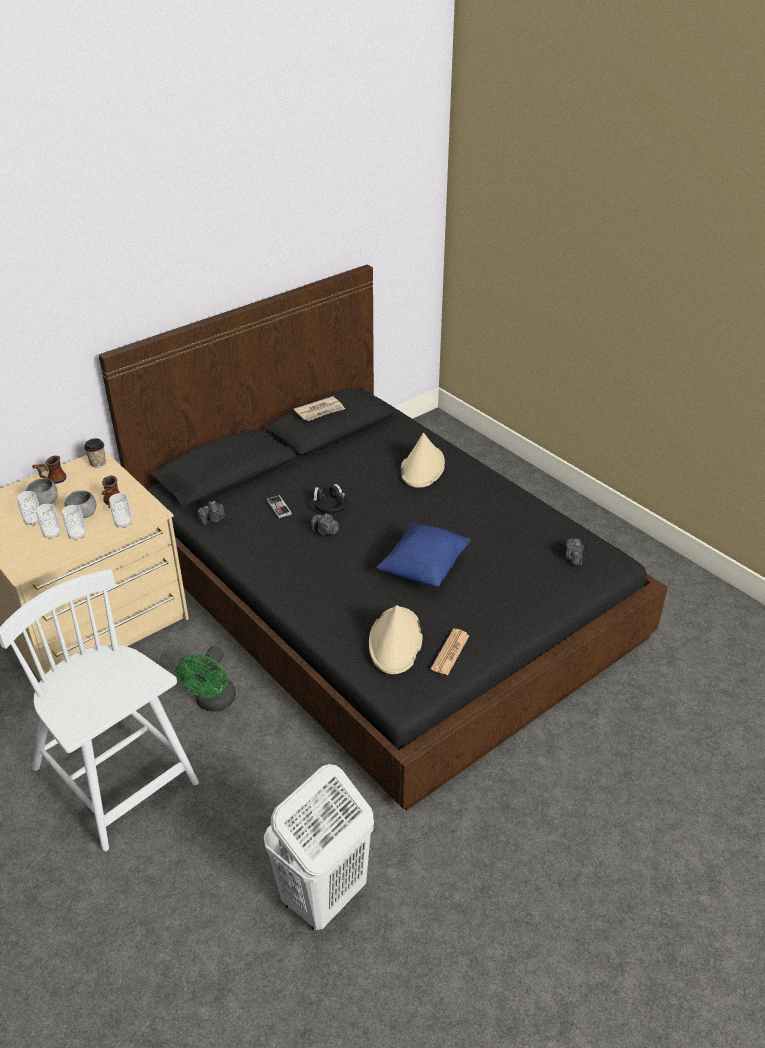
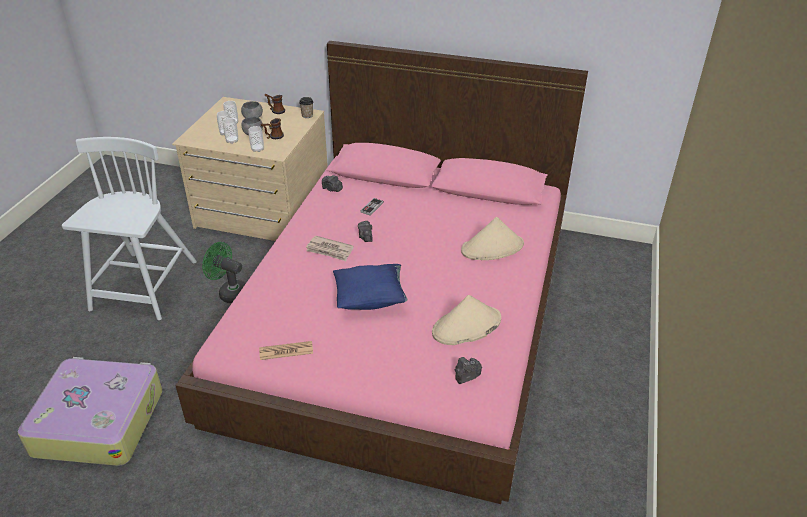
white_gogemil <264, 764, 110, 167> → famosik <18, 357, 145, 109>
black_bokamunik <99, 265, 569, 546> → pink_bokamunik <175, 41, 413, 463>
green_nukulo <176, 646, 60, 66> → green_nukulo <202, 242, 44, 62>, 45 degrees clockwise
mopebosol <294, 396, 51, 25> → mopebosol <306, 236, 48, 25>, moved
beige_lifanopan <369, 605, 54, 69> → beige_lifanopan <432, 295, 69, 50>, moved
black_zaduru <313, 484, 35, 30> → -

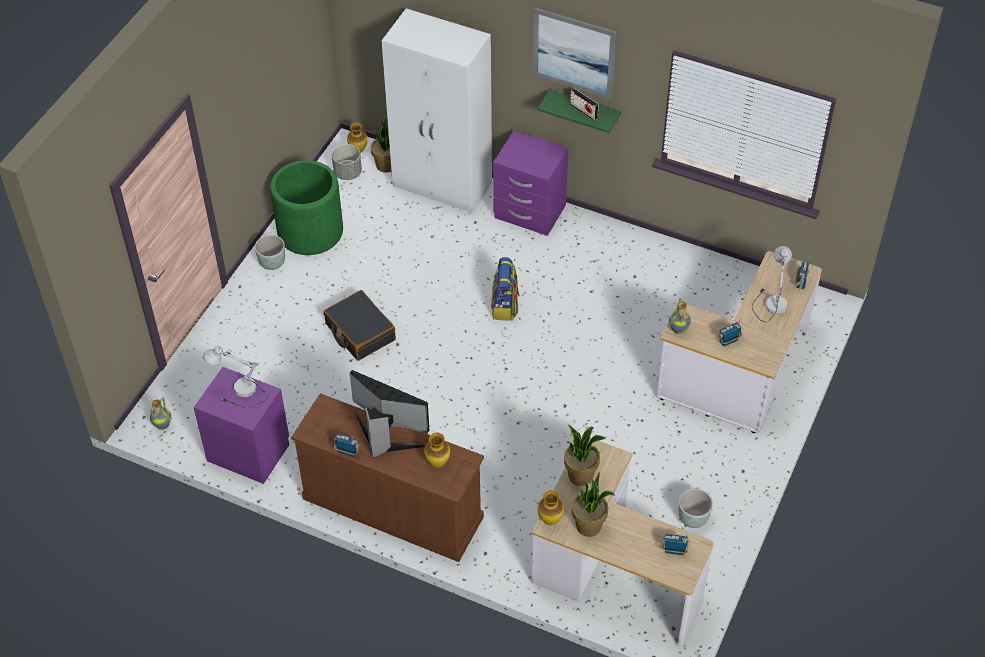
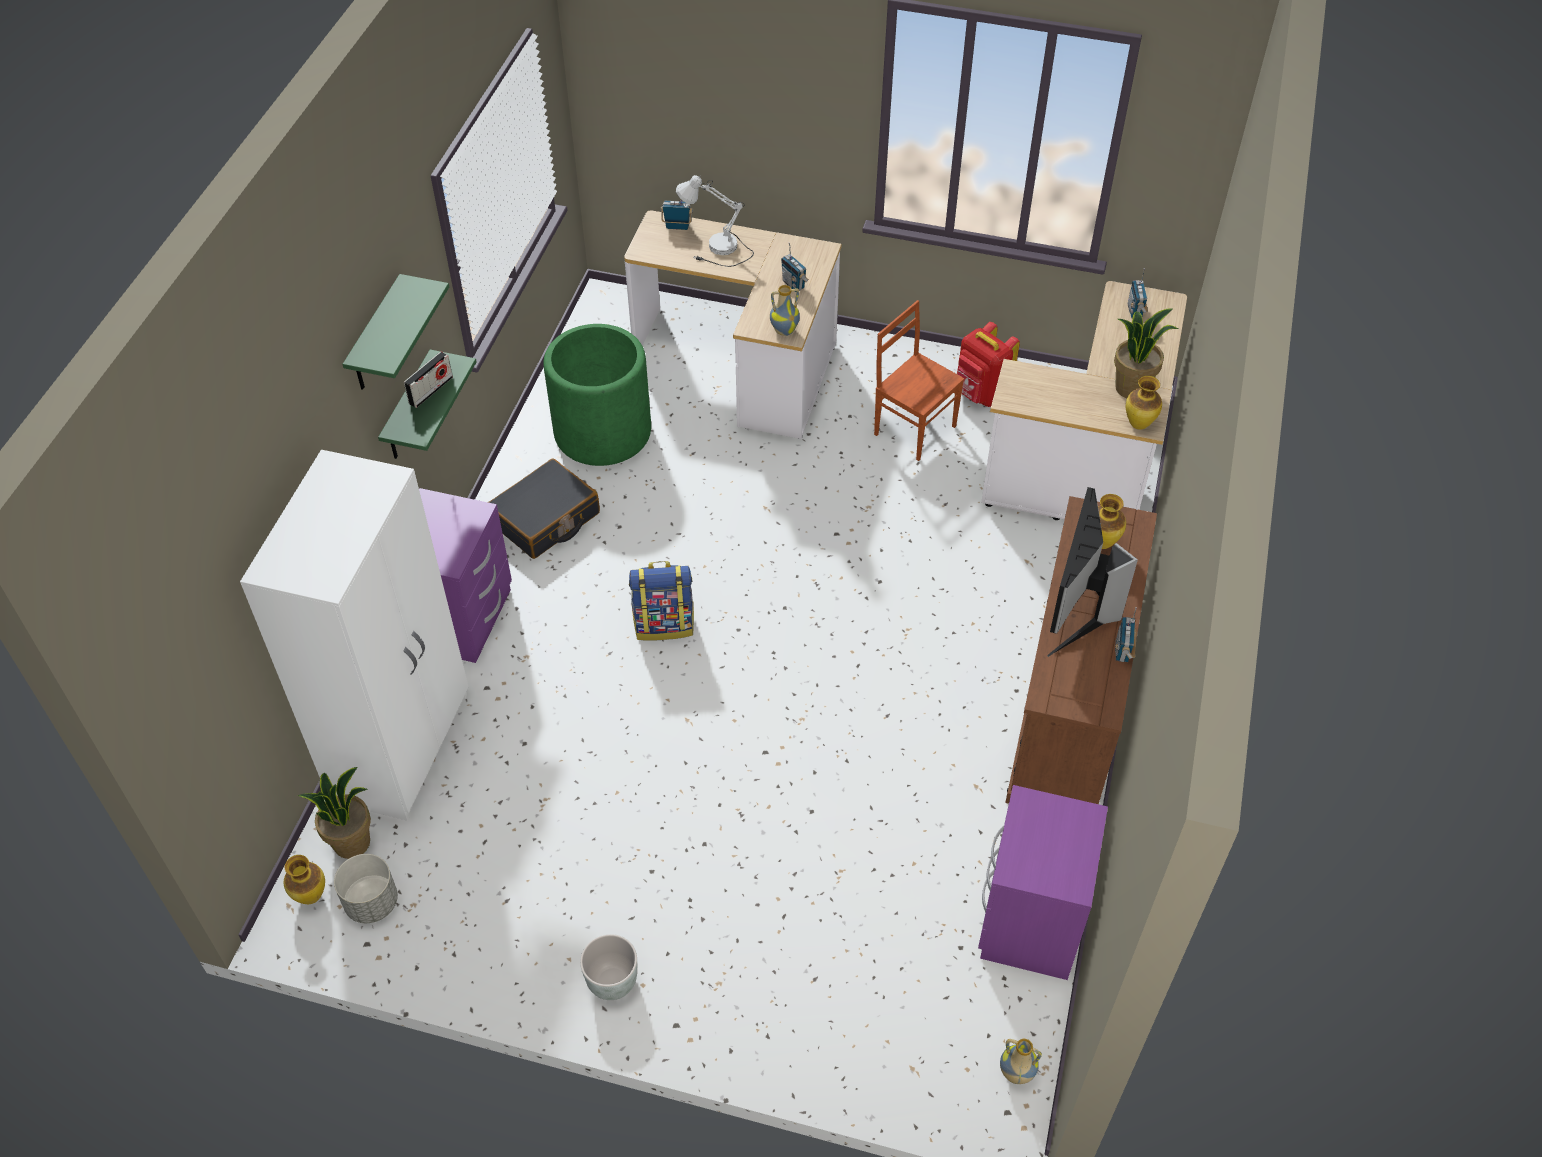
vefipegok <533, 8, 83, 91> → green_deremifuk <342, 274, 107, 116>
black_famosik <324, 290, 72, 71> → black_famosik <488, 458, 112, 101>, moved
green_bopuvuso <270, 160, 73, 95> → green_bopuvuso <543, 324, 108, 142>, moved
- → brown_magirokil <874, 300, 91, 161>
grey_bopuvuso <679, 488, 34, 40> → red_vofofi <957, 322, 63, 85>
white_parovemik <203, 346, 65, 62> → -
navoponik <564, 425, 42, 61> → -

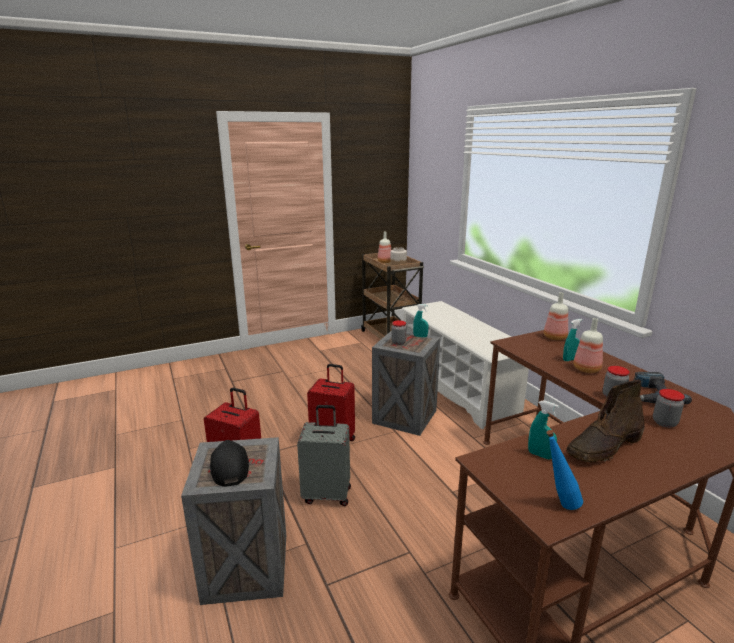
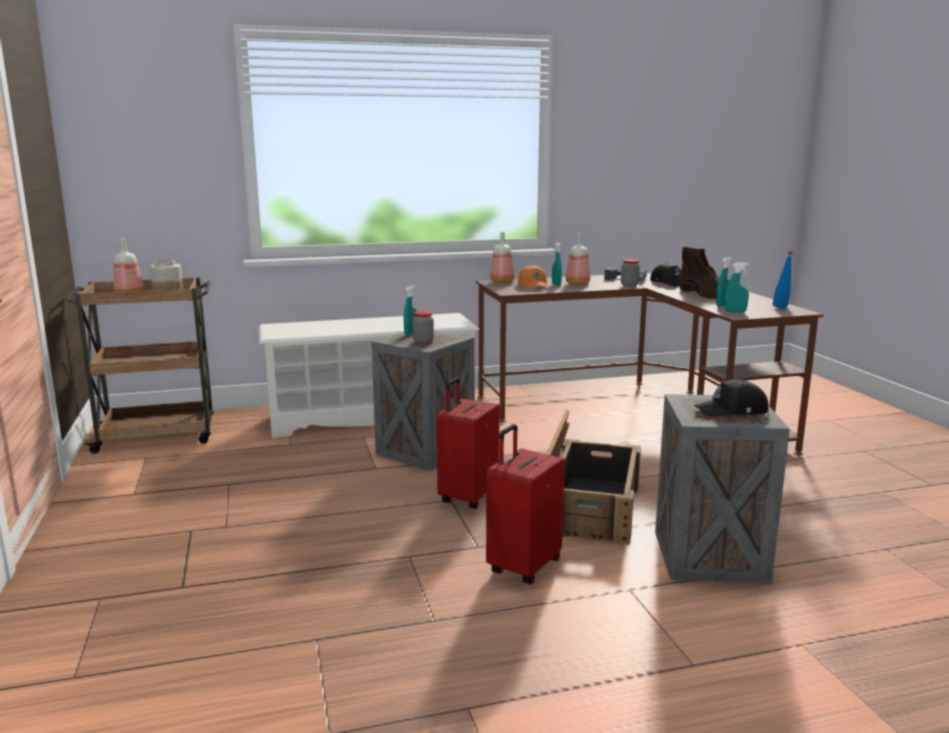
- → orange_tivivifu <518, 265, 29, 24>
grey_famosik <297, 405, 54, 101> → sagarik <546, 410, 95, 135>
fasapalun <653, 389, 32, 39> → black_tivivifu <650, 262, 31, 25>
- → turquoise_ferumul <725, 263, 24, 50>

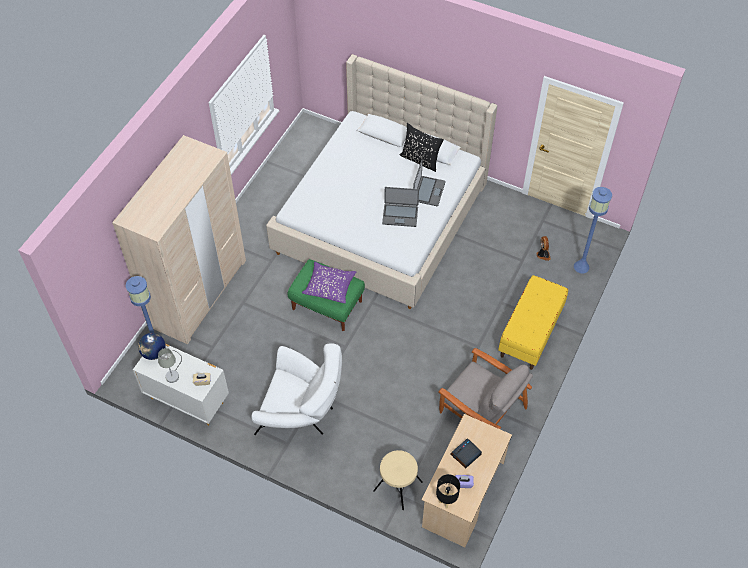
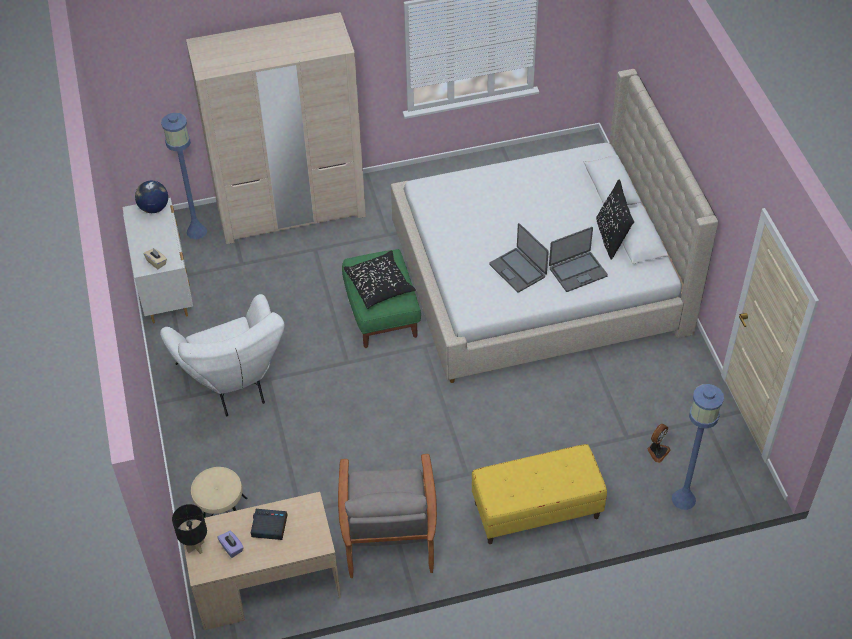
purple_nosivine <302, 262, 54, 41> → black_nosivine <344, 250, 72, 59>
grey_parovemik <158, 348, 24, 35> → -

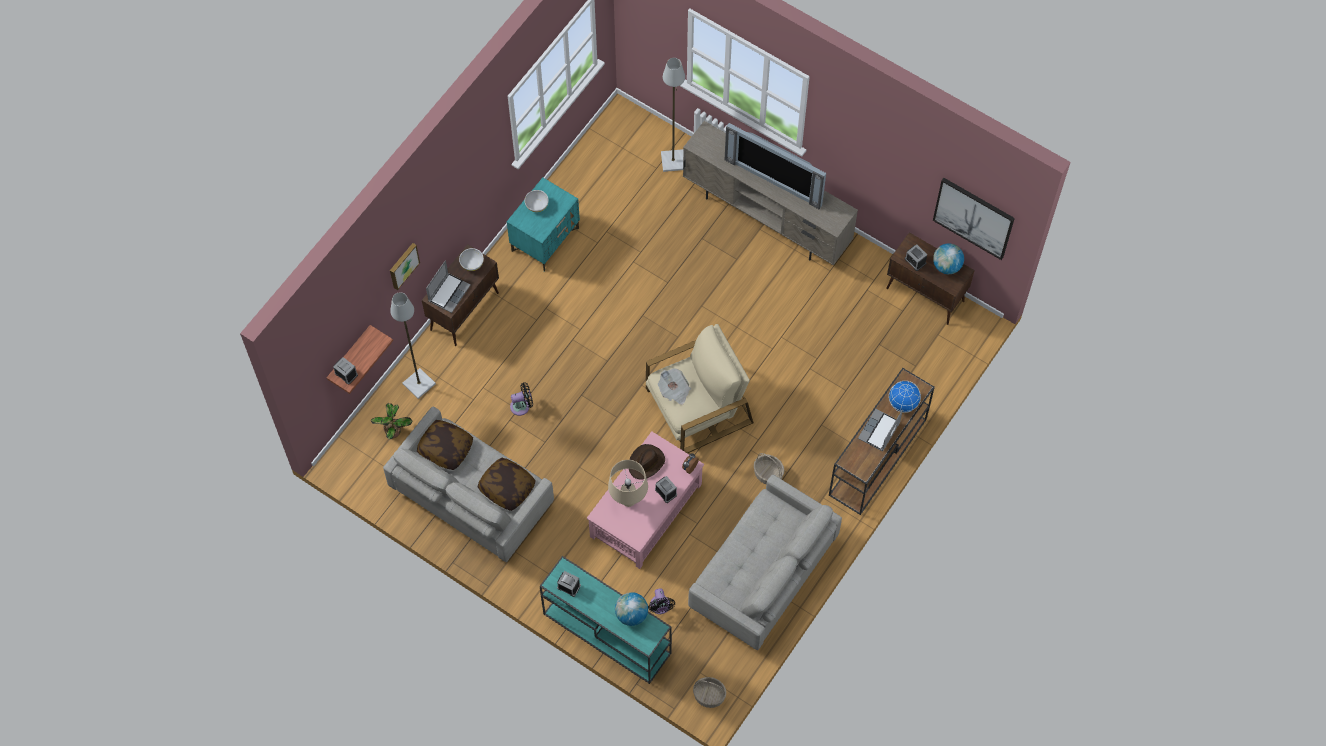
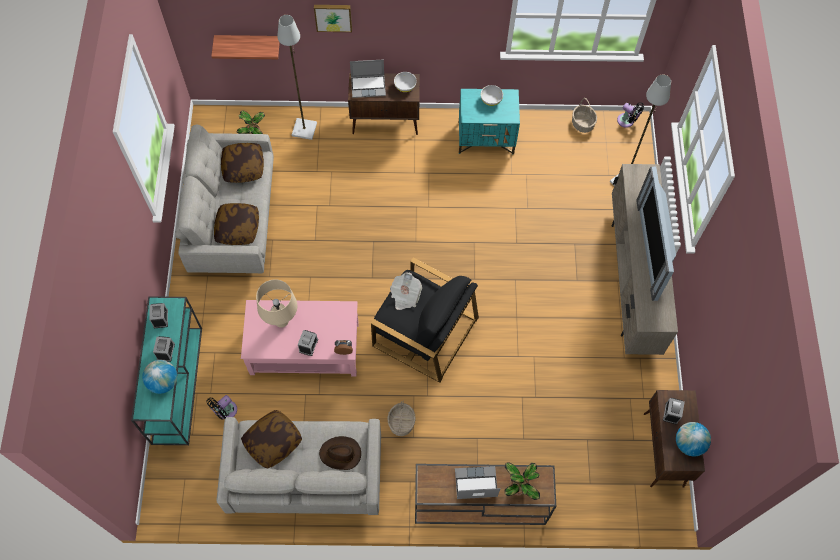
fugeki <333, 357, 25, 27> → fugeki <153, 336, 22, 26>, moved
- → nosivine <241, 410, 61, 58>
brown_lifanopan <629, 444, 36, 36> → brown_lifanopan <319, 436, 42, 34>, moved
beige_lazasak <646, 324, 108, 129> → black_lazasak <371, 257, 108, 126>
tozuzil <889, 381, 32, 32> → navoponik <505, 462, 35, 38>
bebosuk <693, 677, 33, 31> → bebosuk <572, 98, 25, 35>, moved
black_nukulo <510, 382, 23, 34> → black_nukulo <617, 102, 27, 26>, moved
vefipegok <933, 178, 82, 82> → -

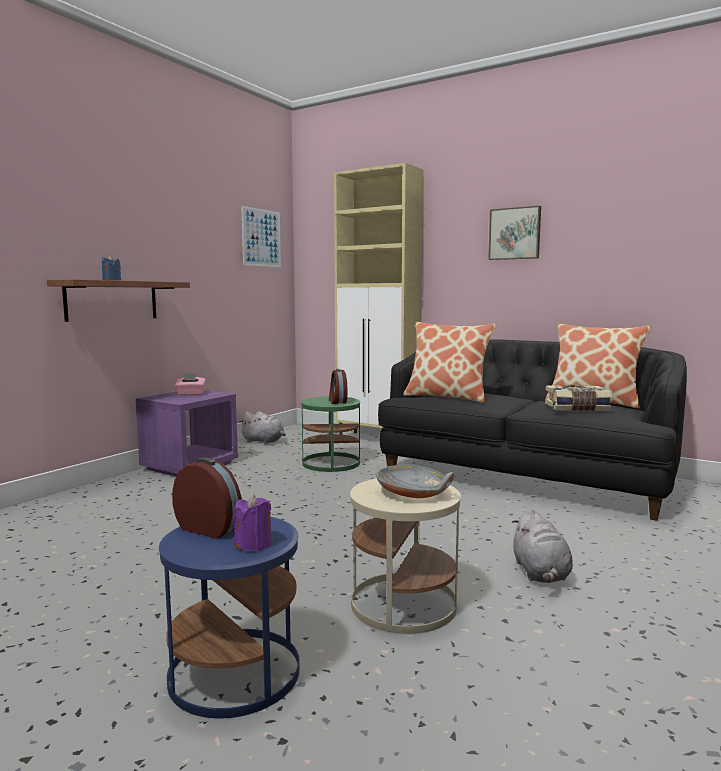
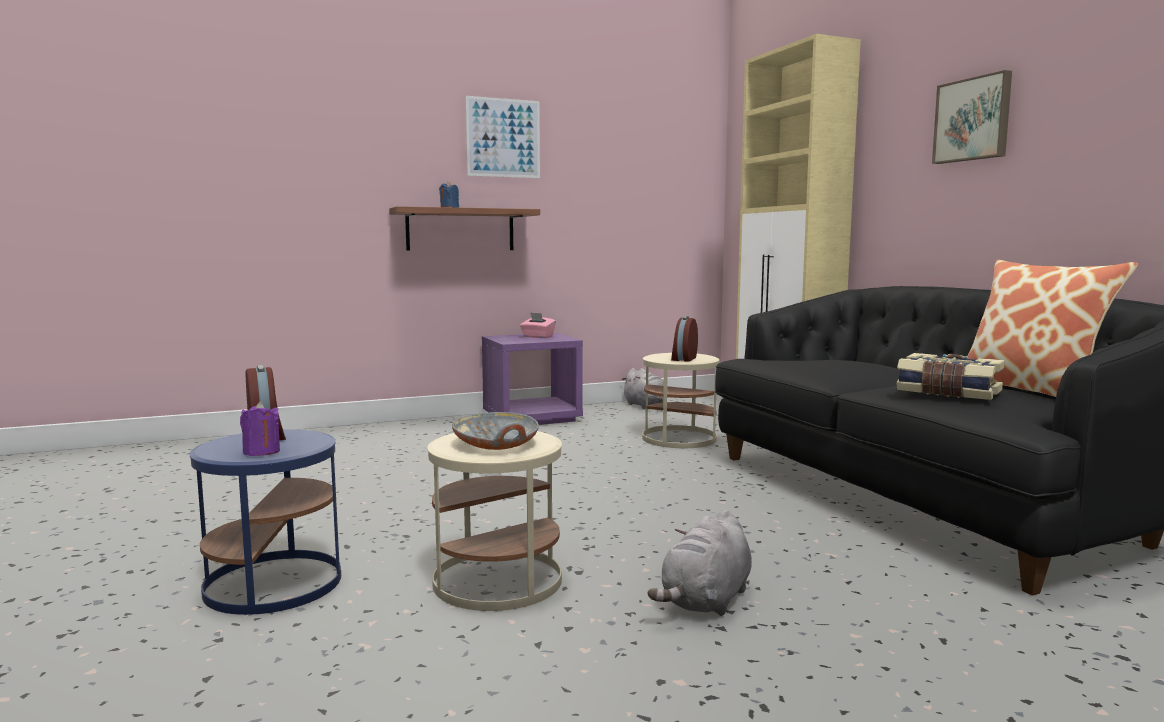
vefipegok <241, 206, 40, 61> → vefipegok <466, 96, 74, 82>, moved
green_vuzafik <301, 396, 59, 76> → beige_vuzafik <642, 353, 77, 95>
nosivine <403, 322, 94, 81> → -

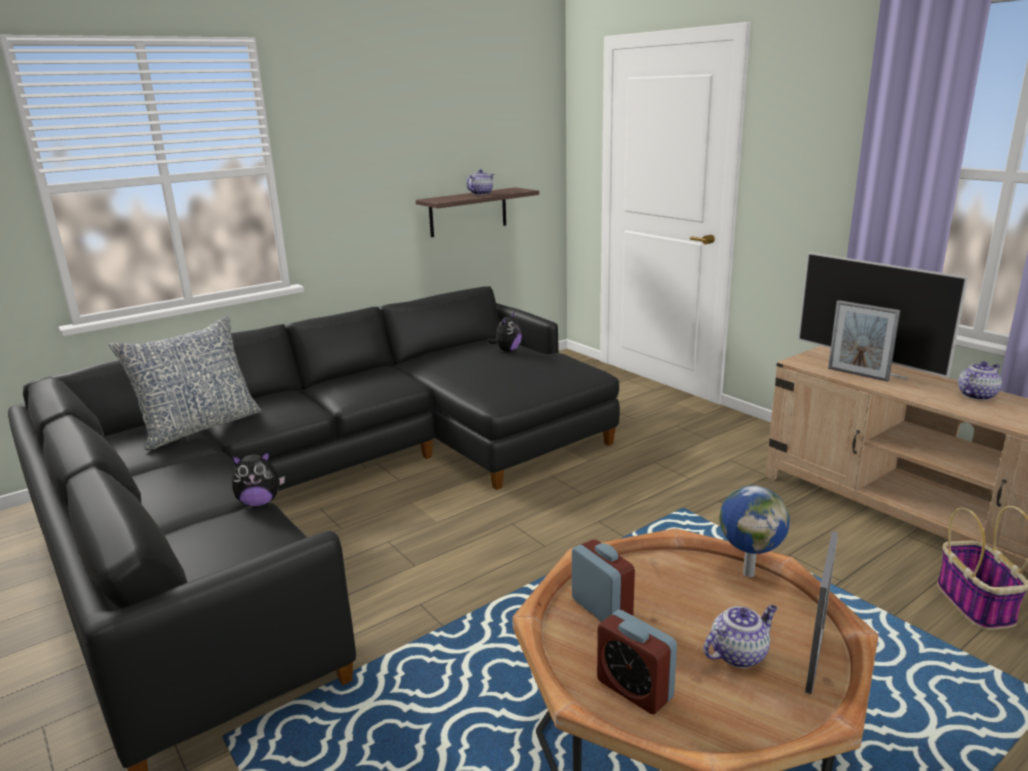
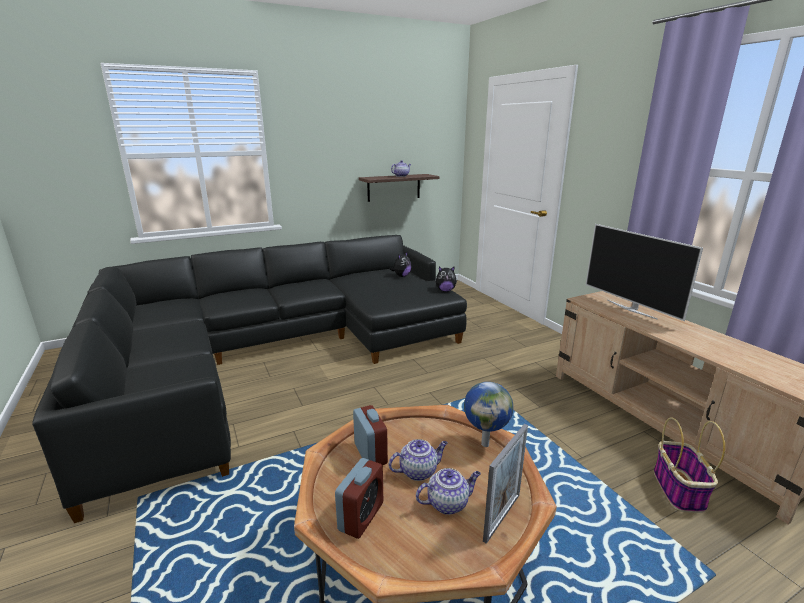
fugeki <597, 610, 80, 104> → fugeki <335, 458, 48, 81>, 120 degrees counterclockwise
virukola <958, 361, 44, 39> → virukola <389, 439, 59, 42>, moved
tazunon <232, 451, 53, 56> → tazunon <436, 266, 21, 26>, moved
nosivine <109, 316, 153, 134> → -
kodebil <828, 300, 73, 82> → -

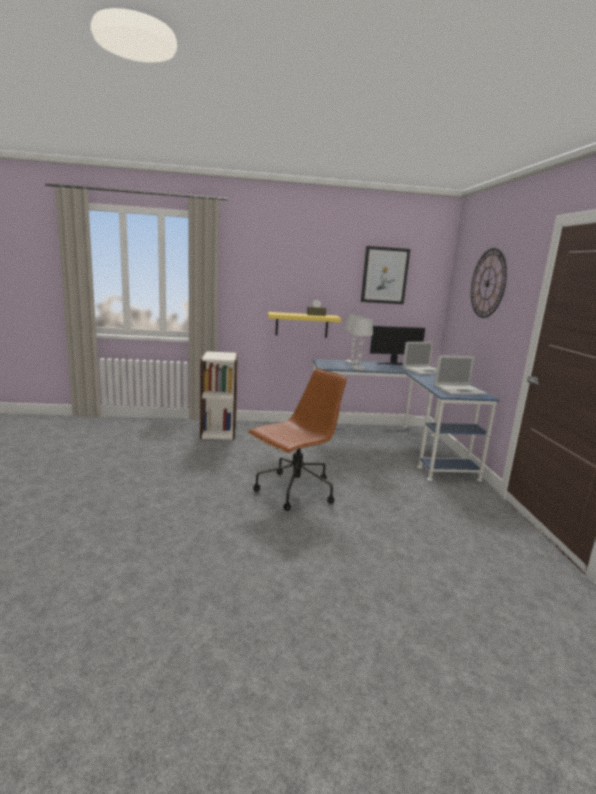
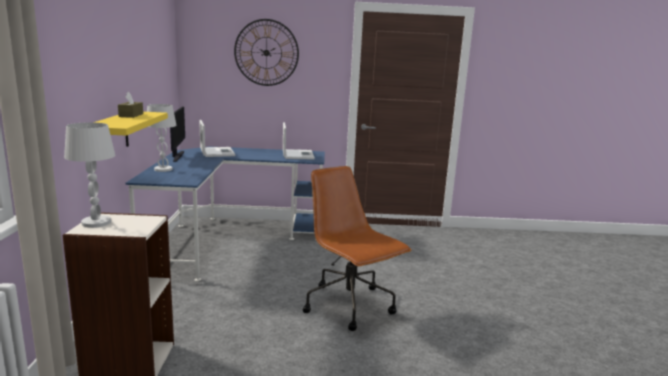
white_parovemik <350, 317, 23, 53> → white_parovemik <64, 122, 51, 106>, moved
vefipegok <361, 246, 49, 58> → -

